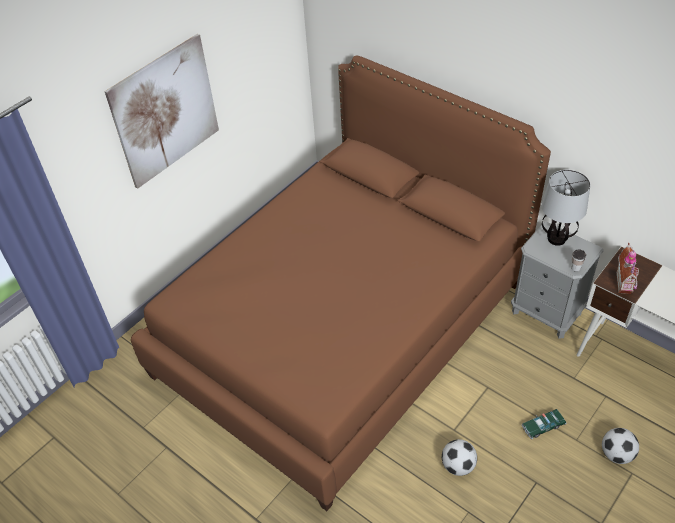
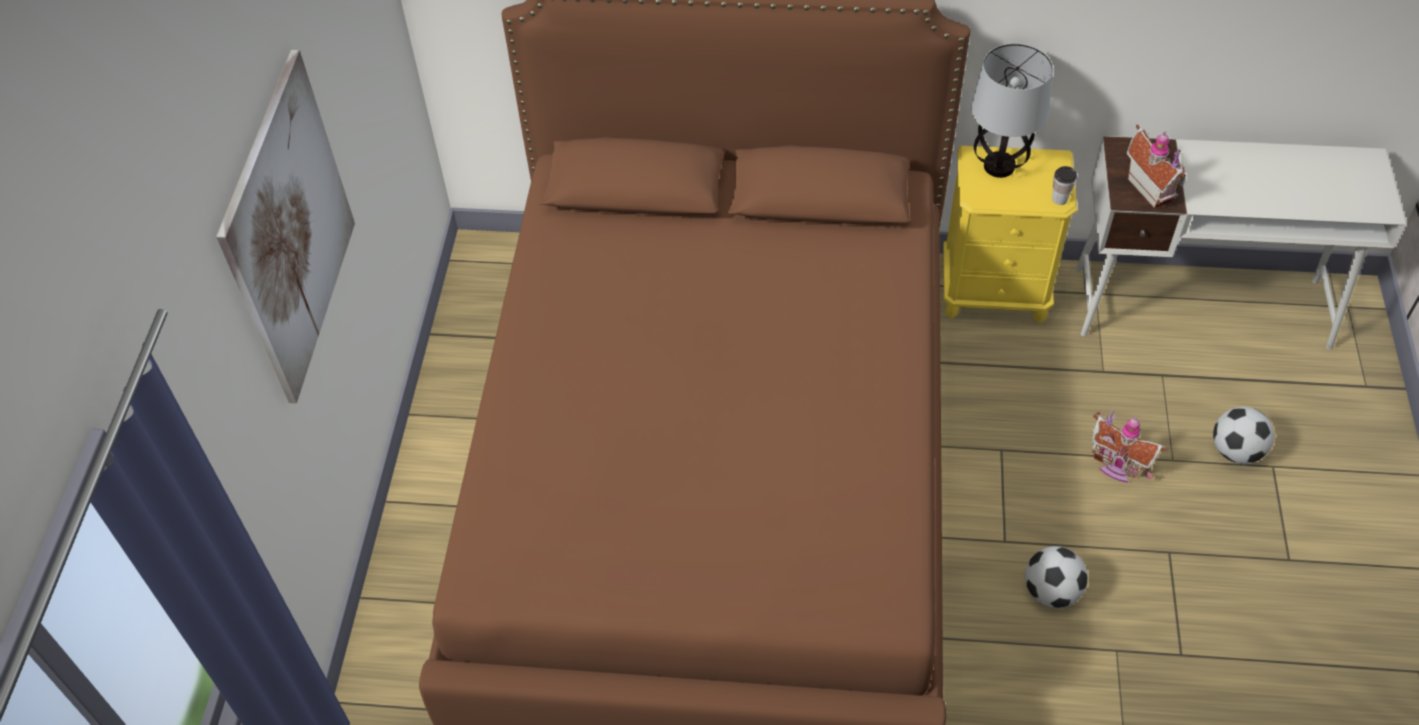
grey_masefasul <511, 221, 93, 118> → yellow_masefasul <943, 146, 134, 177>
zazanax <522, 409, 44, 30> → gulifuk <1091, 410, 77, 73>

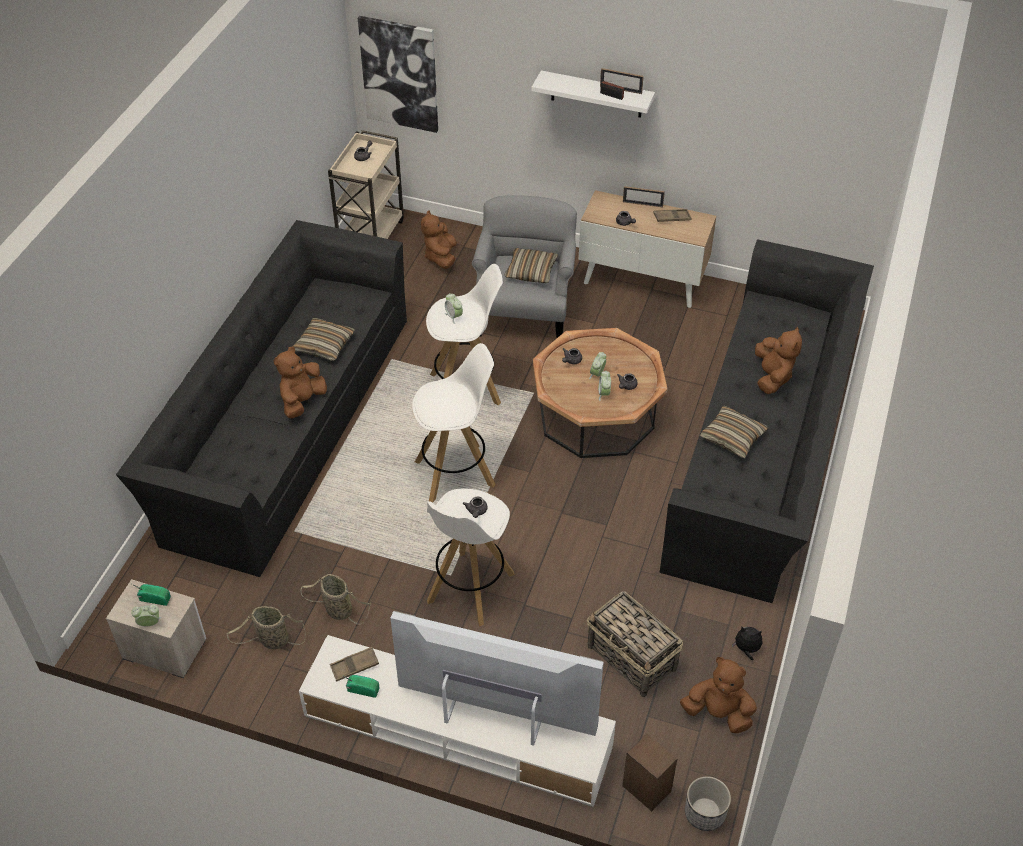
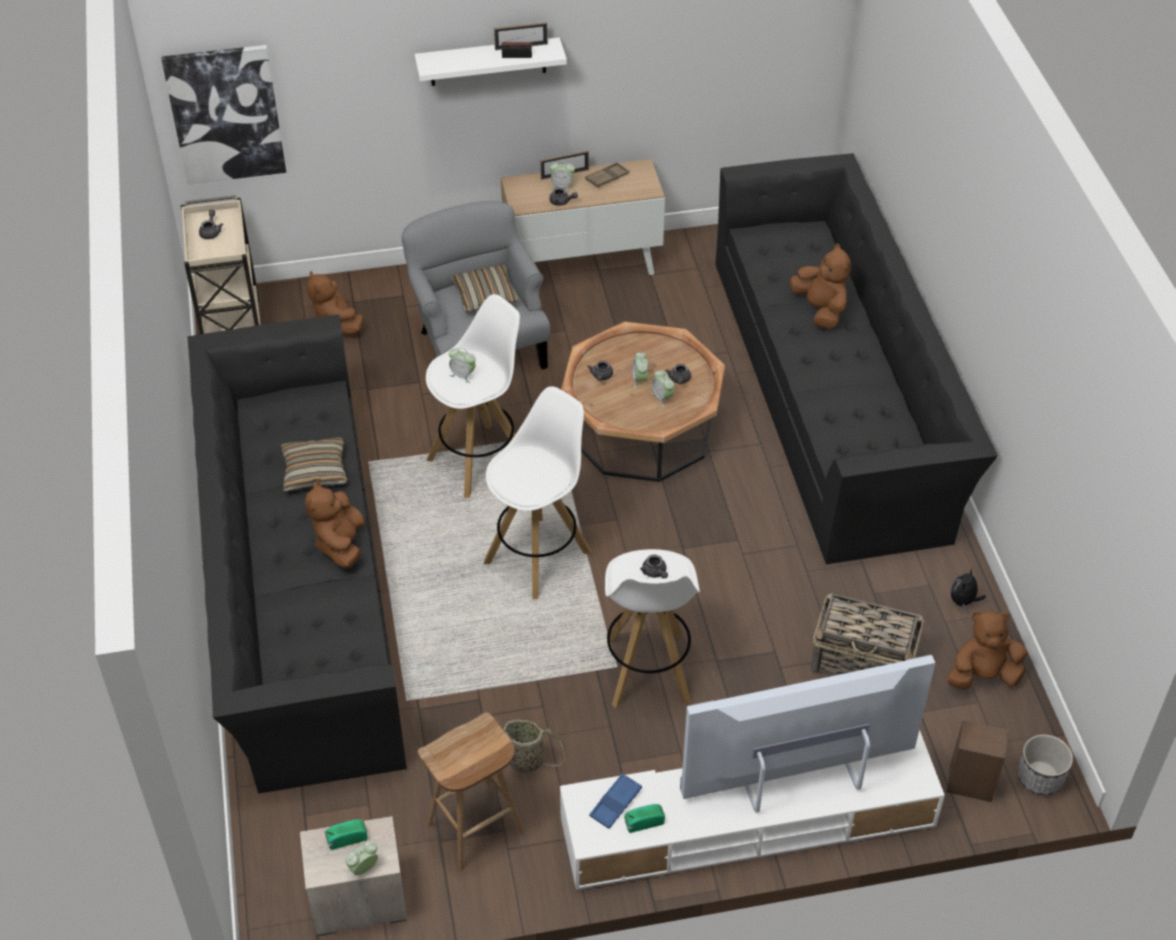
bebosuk <227, 606, 79, 43> → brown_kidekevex <418, 712, 106, 159>
- → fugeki <549, 160, 26, 31>
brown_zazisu <330, 647, 49, 35> → blue_zazisu <589, 773, 53, 56>
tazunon <732, 627, 30, 33> → tazunon <951, 569, 35, 41>, 45 degrees counterclockwise
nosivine <700, 406, 68, 52> → -

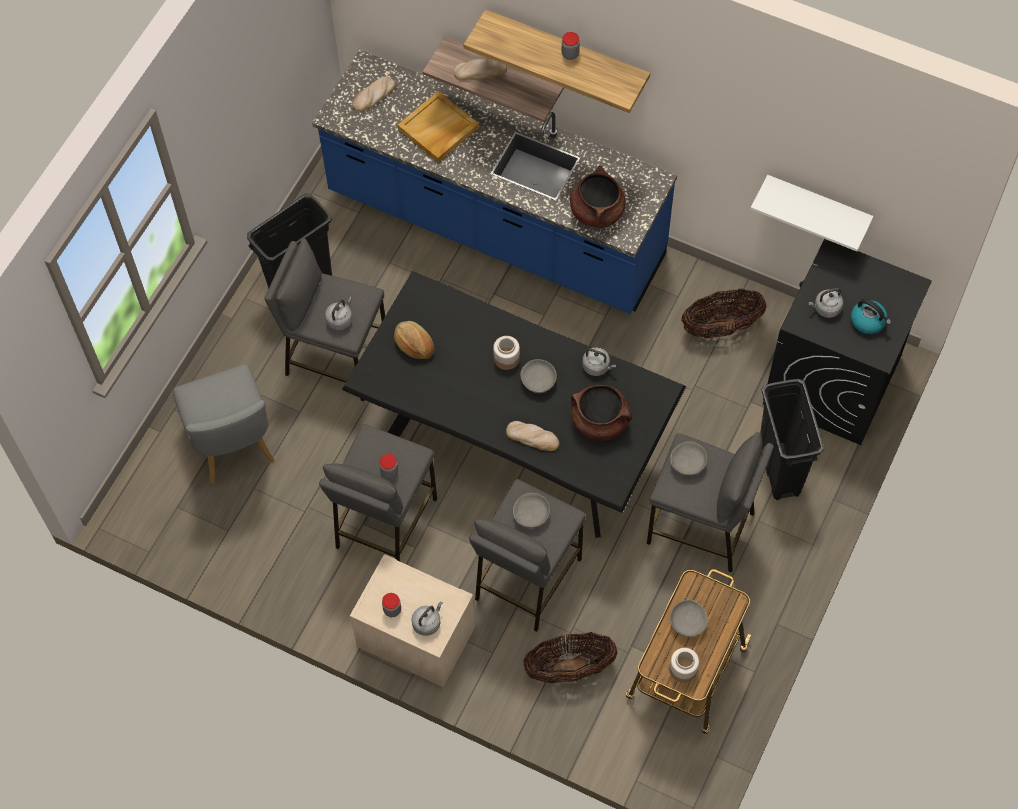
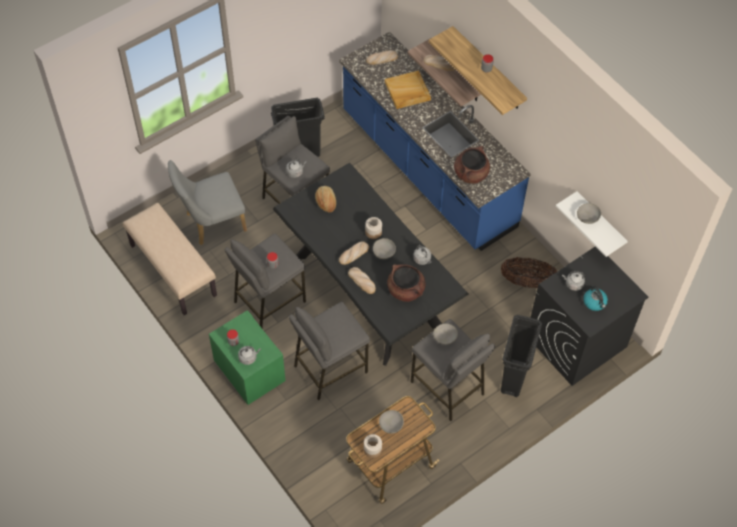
- → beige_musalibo <123, 203, 94, 112>
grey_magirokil <173, 364, 102, 119> → grey_magirokil <168, 160, 79, 85>, 60 degrees clockwise
beige_masefasul <350, 554, 125, 133> → green_masefasul <209, 310, 77, 95>
- → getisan <339, 241, 30, 24>
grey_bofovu <513, 493, 37, 35> → grey_bofovu <577, 203, 24, 21>, moved
bebosuk <523, 632, 95, 51> → -

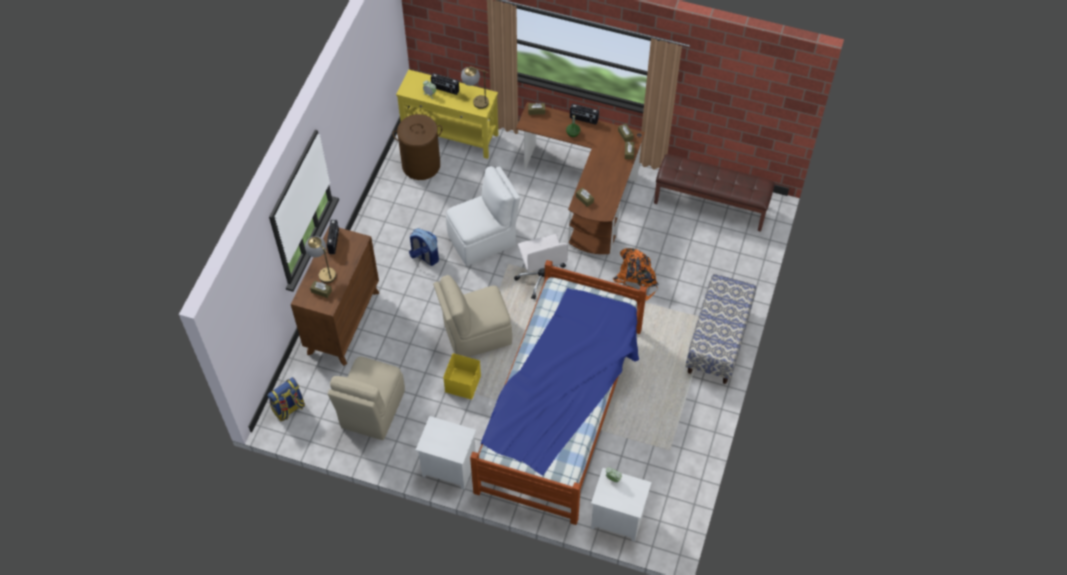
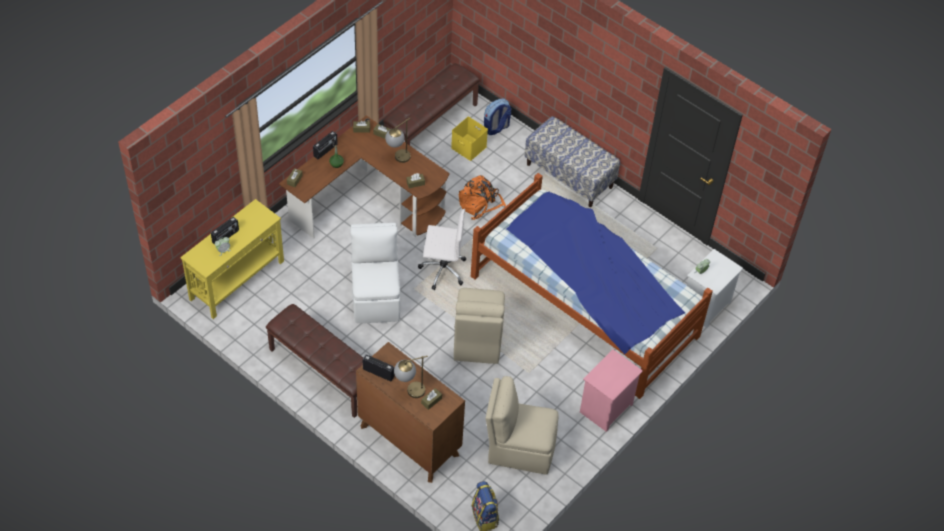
- → brown_musalibo <266, 304, 97, 114>
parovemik <461, 66, 28, 43> → parovemik <385, 118, 26, 45>, moved
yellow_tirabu <443, 353, 38, 46> → yellow_tirabu <451, 117, 37, 44>, moved
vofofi <409, 228, 30, 38> → vofofi <484, 98, 27, 37>, moved
beige_magirokil <328, 357, 77, 83> → beige_magirokil <485, 376, 74, 99>, 150 degrees clockwise
white_masefasul <416, 416, 60, 73> → pink_masefasul <580, 350, 63, 82>
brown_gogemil <393, 114, 49, 66> → -

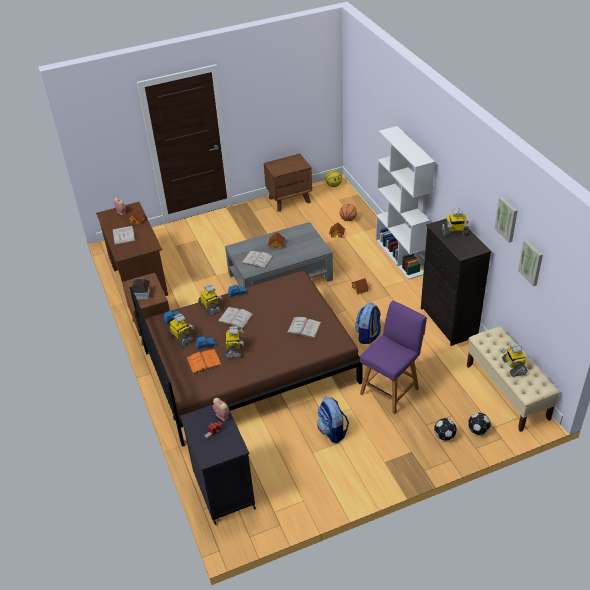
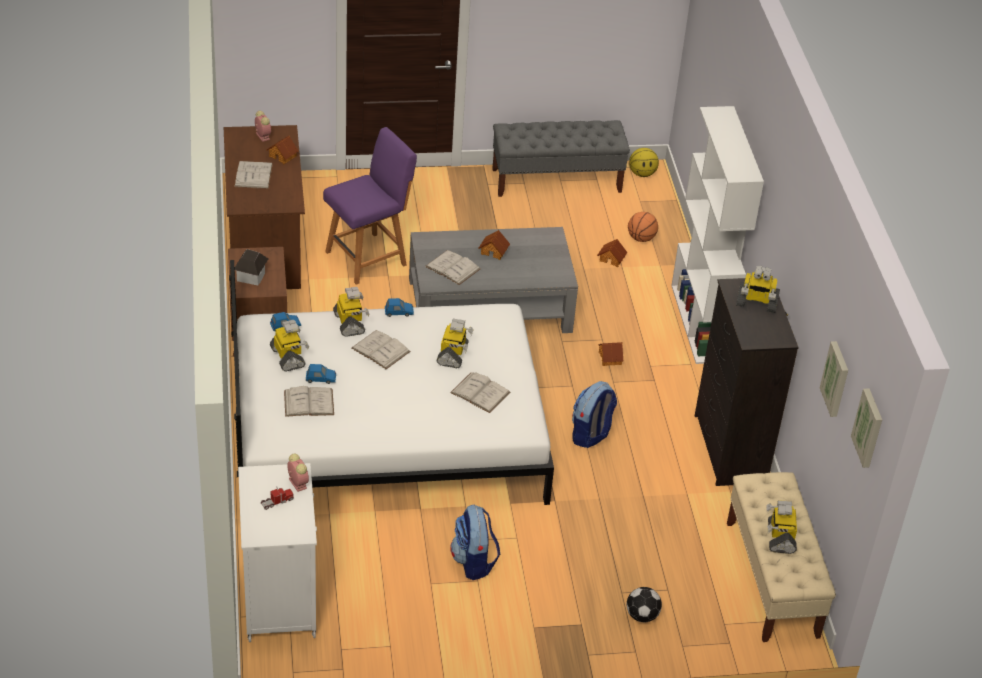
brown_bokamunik <129, 271, 234, 176> → white_bokamunik <229, 260, 325, 245>
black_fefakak <180, 401, 76, 124> → white_fefakak <238, 463, 79, 179>
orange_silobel <186, 349, 36, 25> → white_silobel <284, 386, 50, 31>
purple_magirokil <360, 300, 67, 114> → purple_magirokil <323, 127, 94, 158>, moved
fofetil <226, 326, 18, 32> → fofetil <437, 318, 37, 50>, moved
brown_masefasul <264, 154, 48, 58> → grey_musalibo <492, 120, 138, 77>
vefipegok <494, 197, 24, 46> → vefipegok <851, 388, 31, 80>, moved
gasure <468, 413, 23, 22> → -

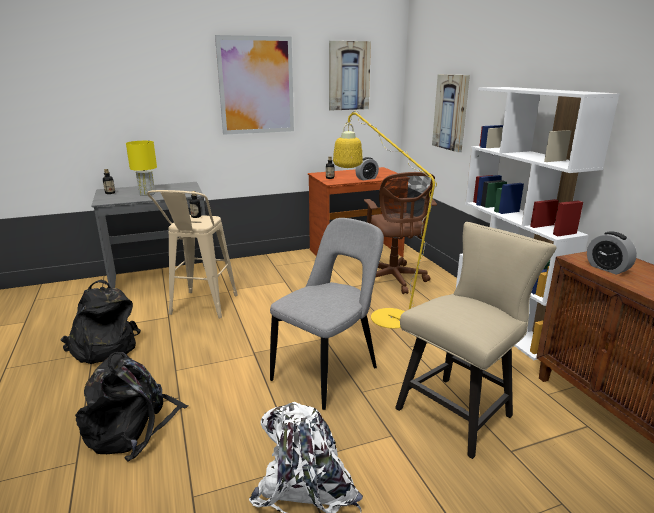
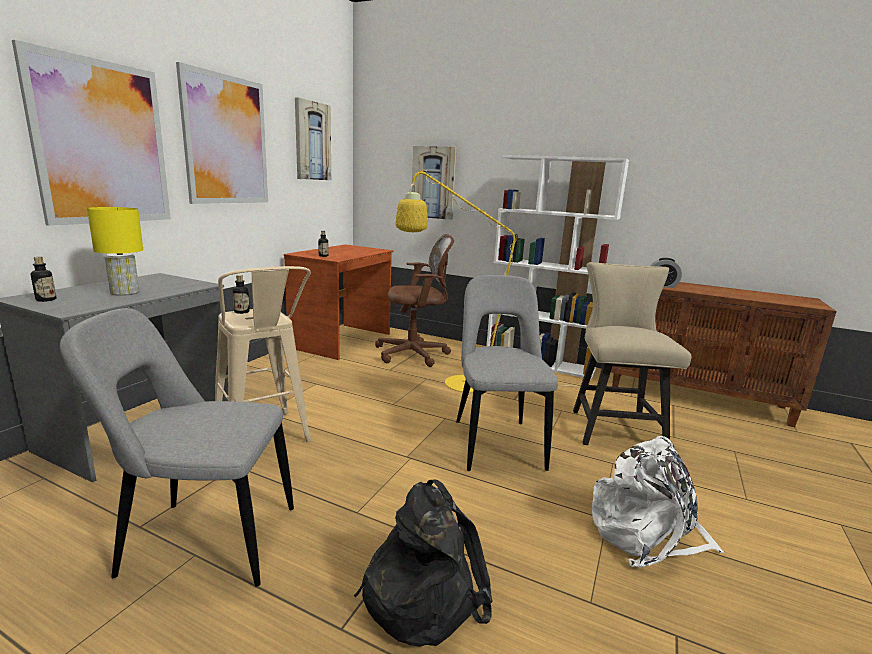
- → vefipegok <12, 40, 159, 186>
black_vofofi <60, 280, 81, 84> → grey_magirokil <60, 308, 234, 279>
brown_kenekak <364, 172, 73, 122> → brown_kenekak <375, 234, 79, 133>, 45 degrees counterclockwise
fugeki <355, 157, 24, 23> → -

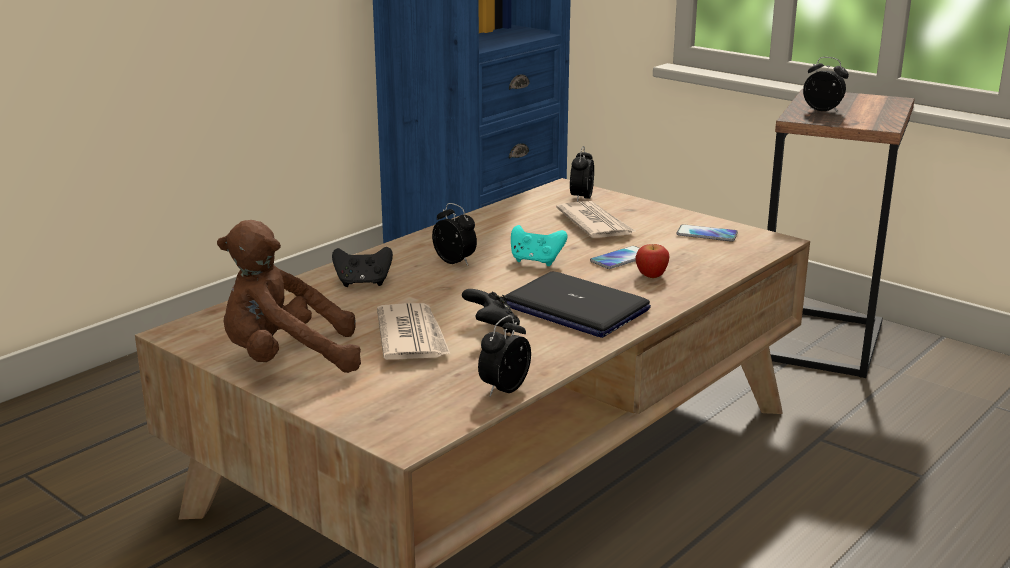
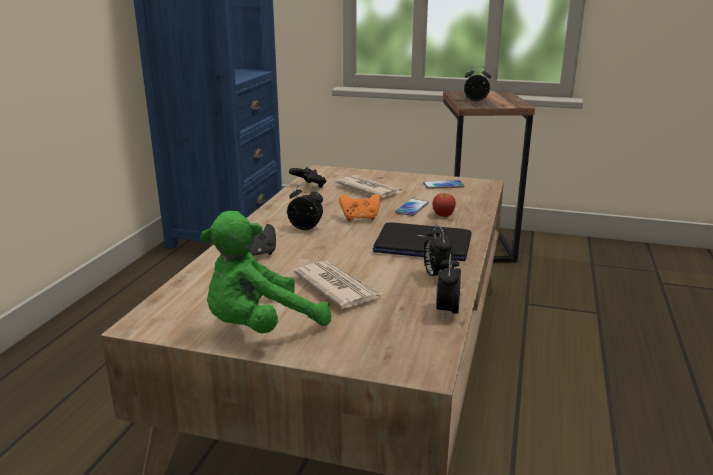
brown_tazunon <217, 220, 144, 153> → green_tazunon <200, 211, 131, 122>
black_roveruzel <462, 289, 58, 45> → black_roveruzel <289, 167, 37, 21>, moved
turquoise_roveruzel <511, 225, 57, 41> → orange_roveruzel <339, 194, 42, 27>
fugeki <570, 146, 24, 56> → fugeki <424, 224, 31, 52>, moved

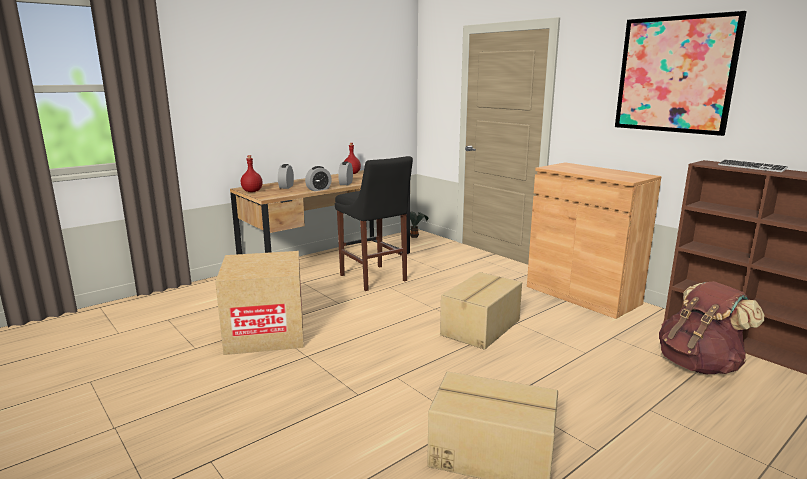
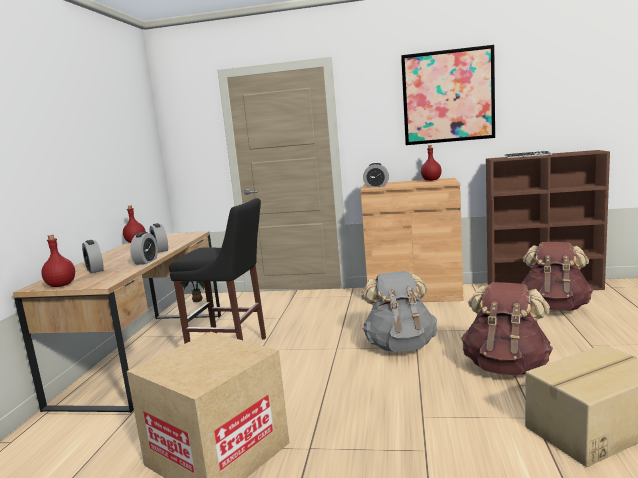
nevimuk <440, 272, 82, 78> → grey_vofofi <361, 271, 76, 81>
- → fugeki <363, 163, 26, 25>
- → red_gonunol <421, 145, 21, 36>
- → brown_vofofi <461, 282, 92, 94>

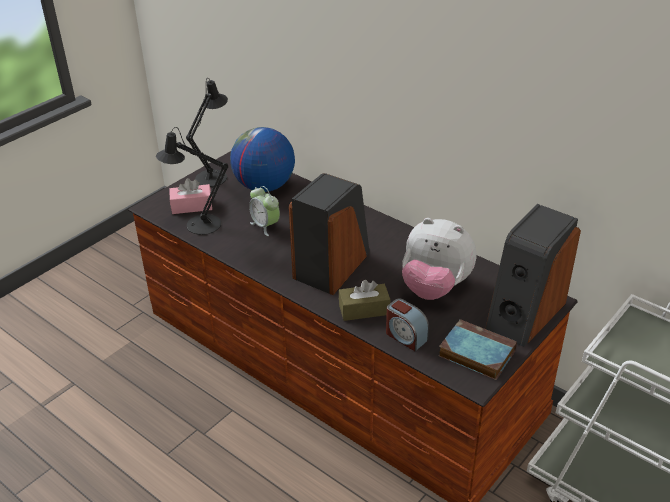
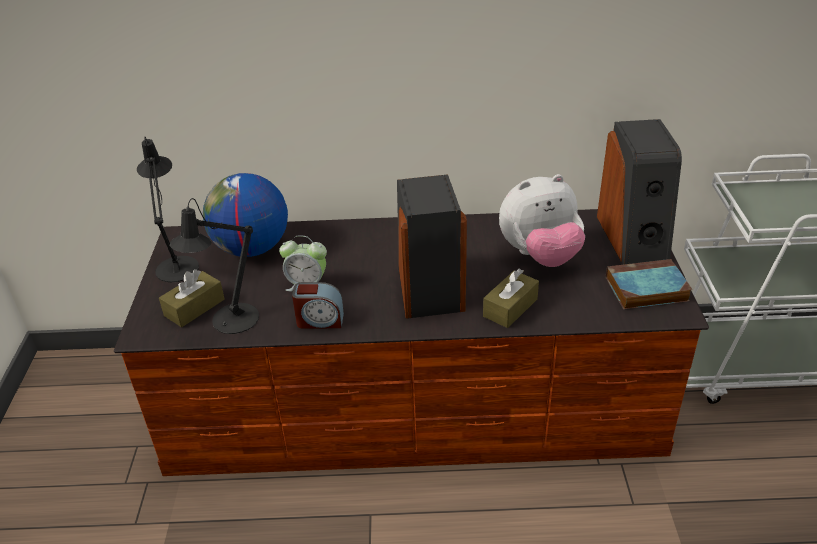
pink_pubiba <170, 178, 42, 36> → brown_pubiba <159, 269, 66, 58>
fugeki <386, 298, 43, 53> → fugeki <292, 282, 52, 47>, moved

